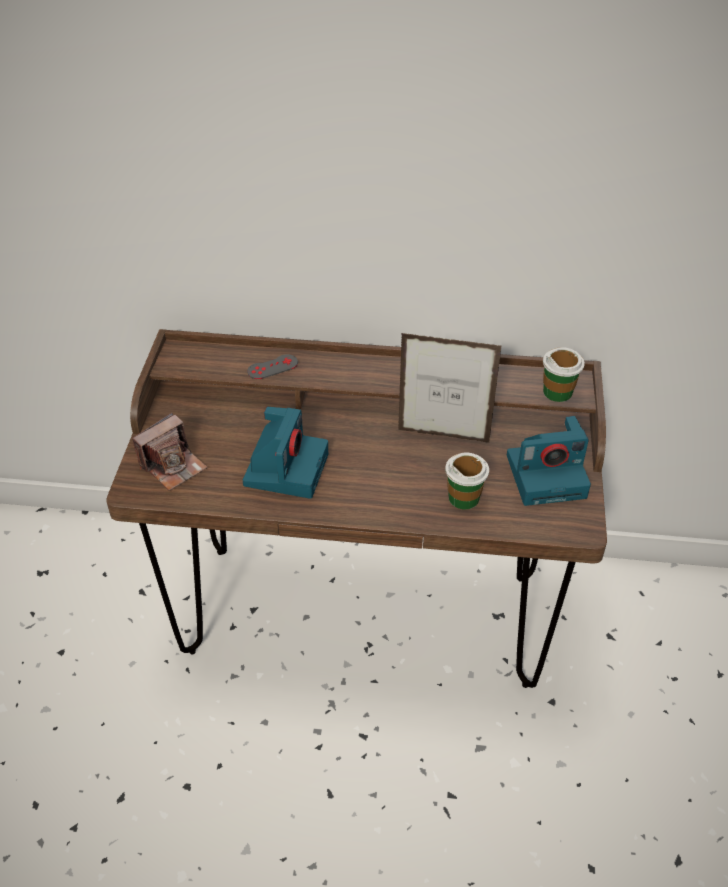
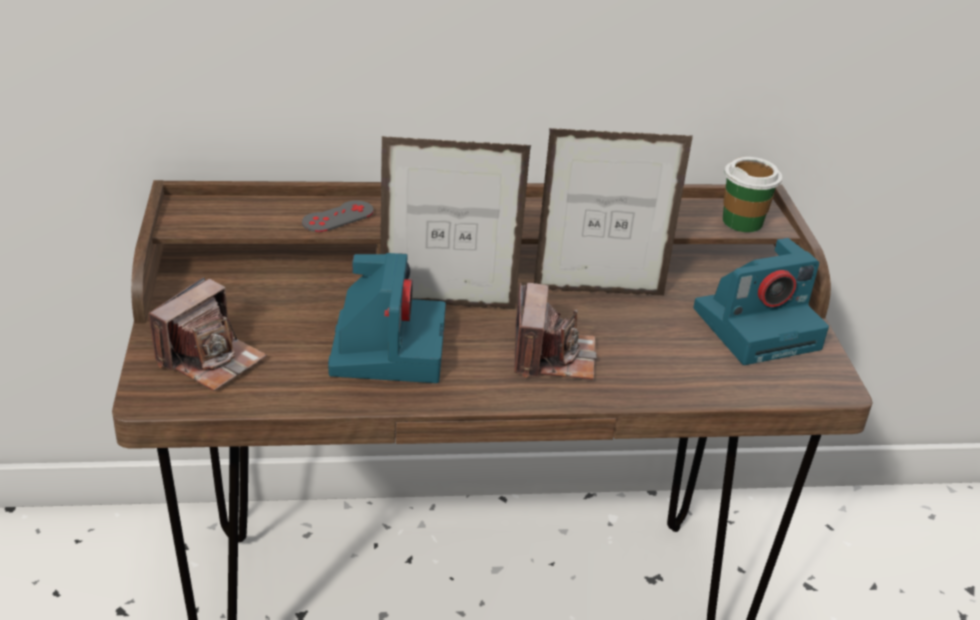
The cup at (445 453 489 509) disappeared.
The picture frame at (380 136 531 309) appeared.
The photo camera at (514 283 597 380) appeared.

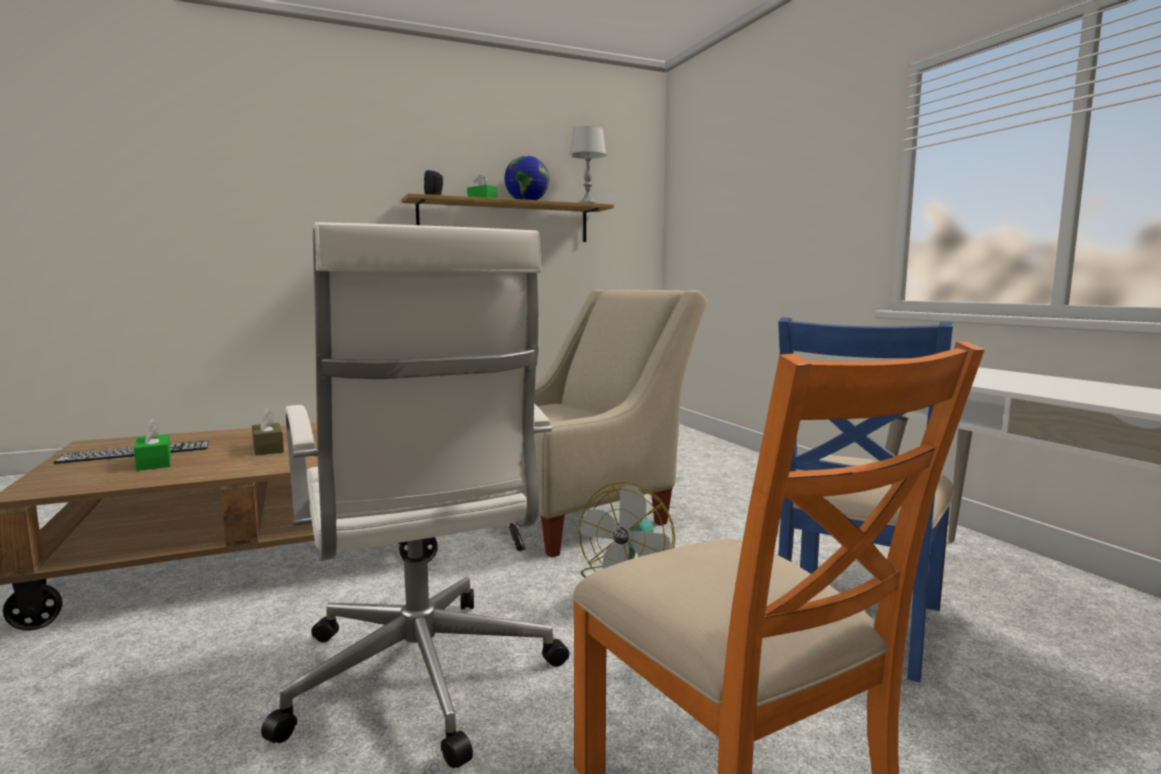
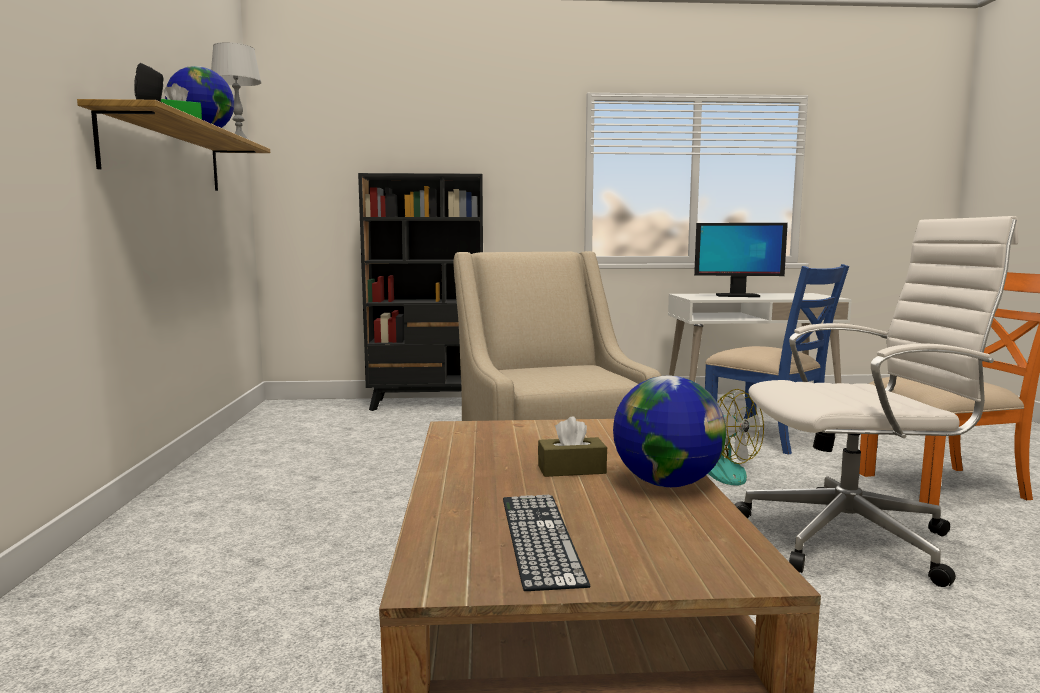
The green tissue box at (134 419 171 471) disappeared.
The black bookcase at (358 173 483 411) appeared.
The globe at (613 375 726 487) appeared.
The monitor at (694 223 788 297) appeared.

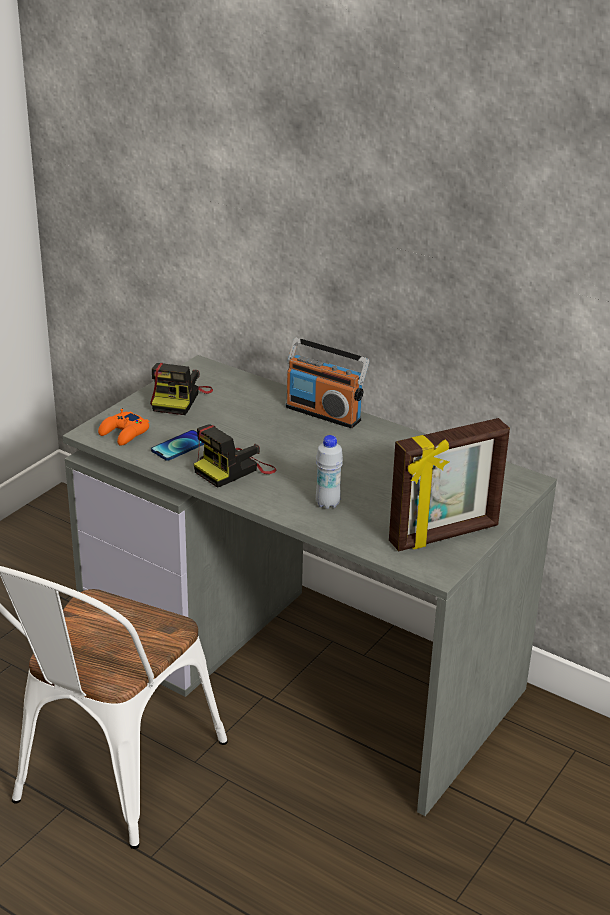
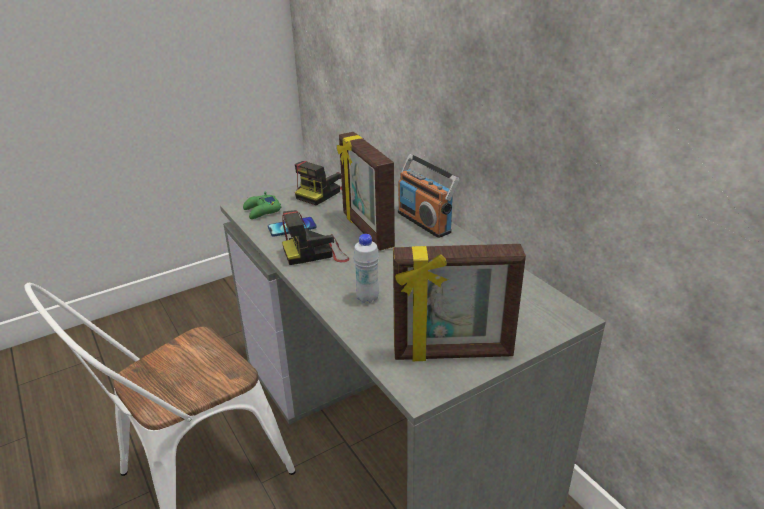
The orange game controller at (98 409 149 446) became the green game controller at (243 192 282 219).
The picture frame at (337 132 395 251) appeared.

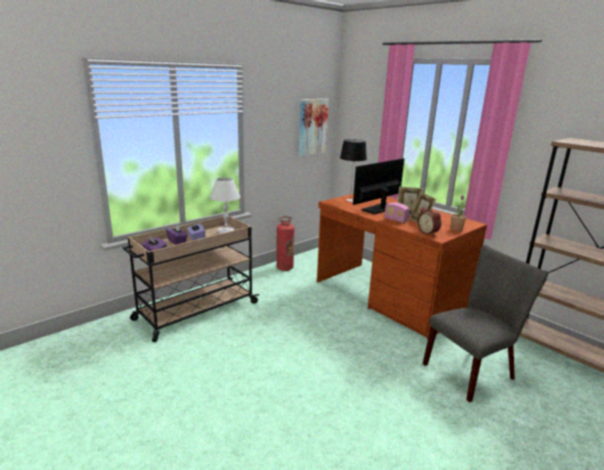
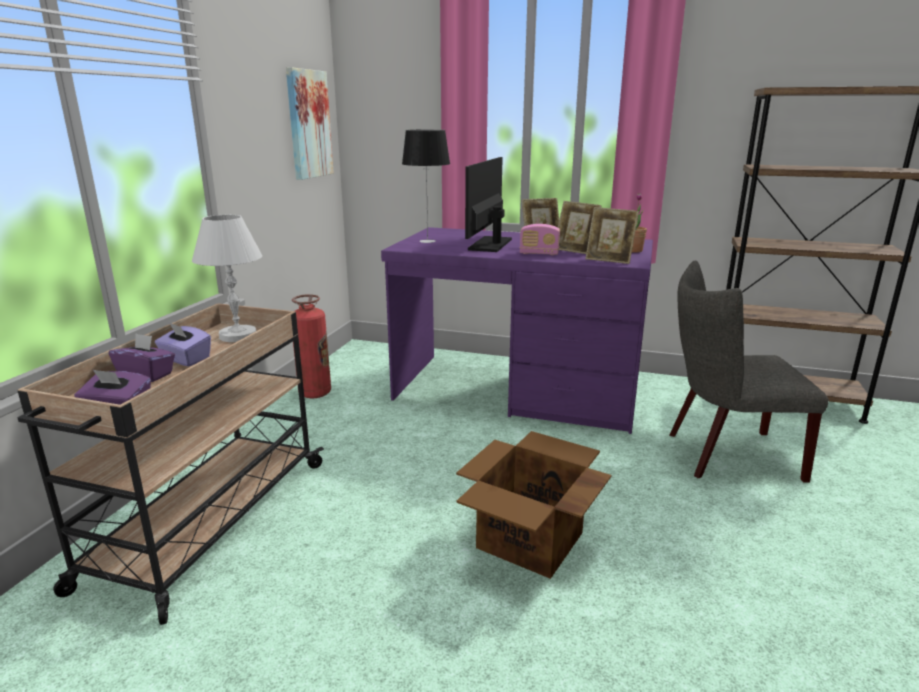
The brown desk at (317 194 487 340) became the purple desk at (381 227 653 434).
The alarm clock at (417 207 441 236) was replaced by the picture frame at (585 207 639 264).
The grey chair at (423 245 548 402) turned 120 degrees counterclockwise.
The cardboard box at (456 431 611 579) appeared.

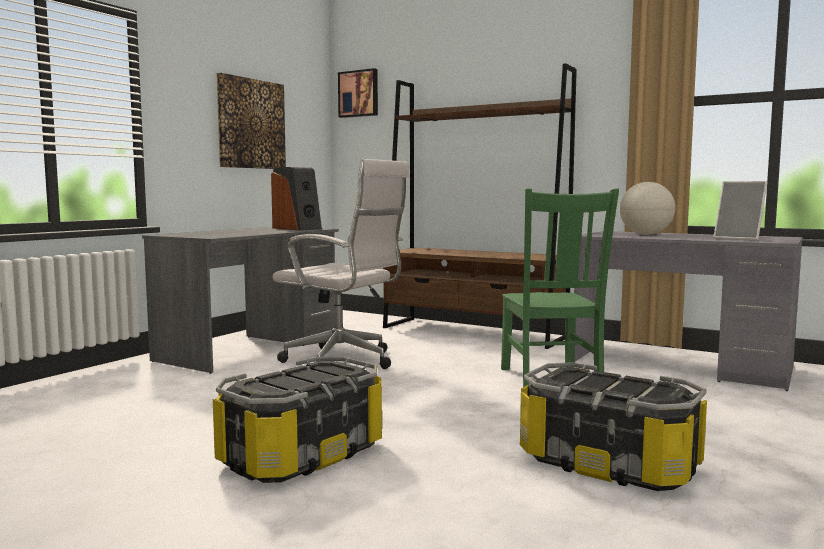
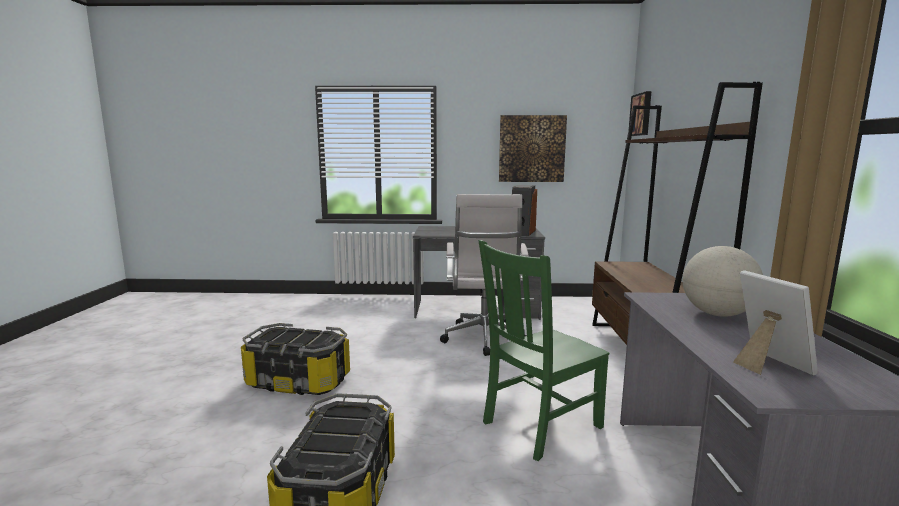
The picture frame at (713 181 767 241) turned 150 degrees clockwise.

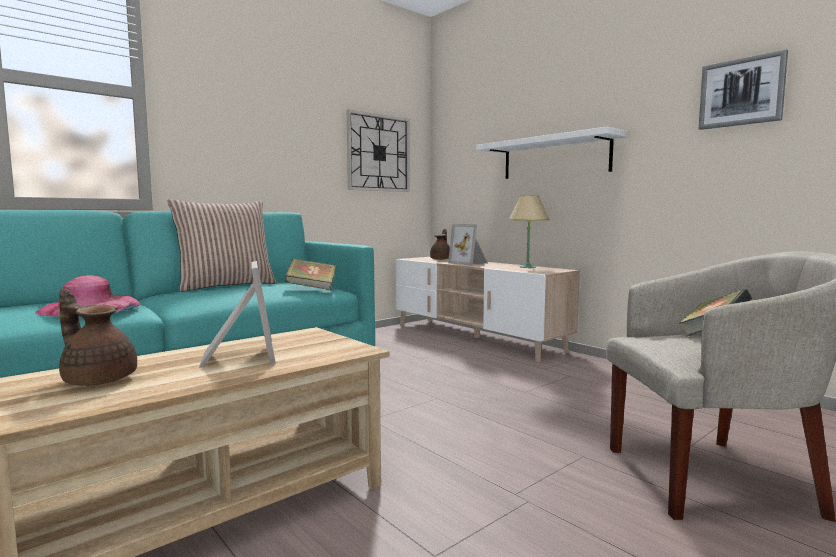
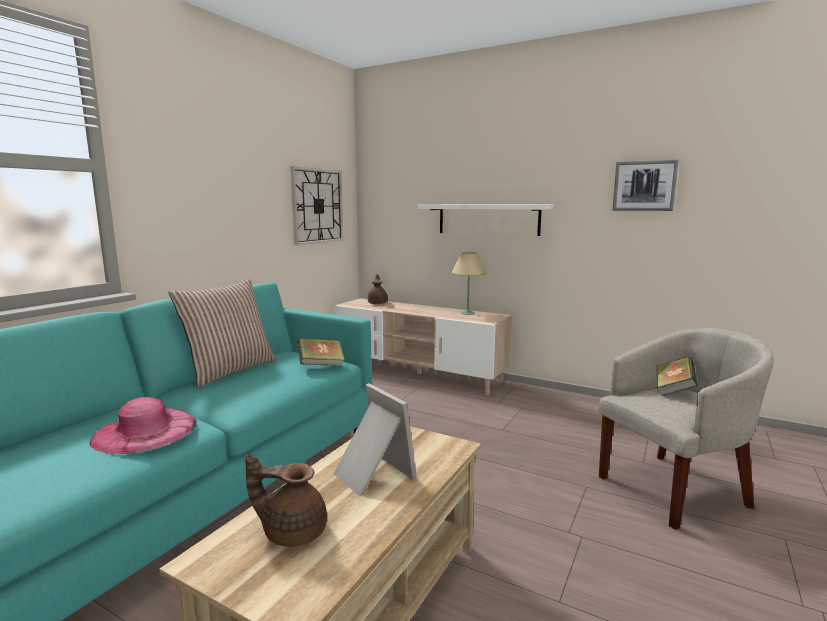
The picture frame at (448 224 488 265) disappeared.

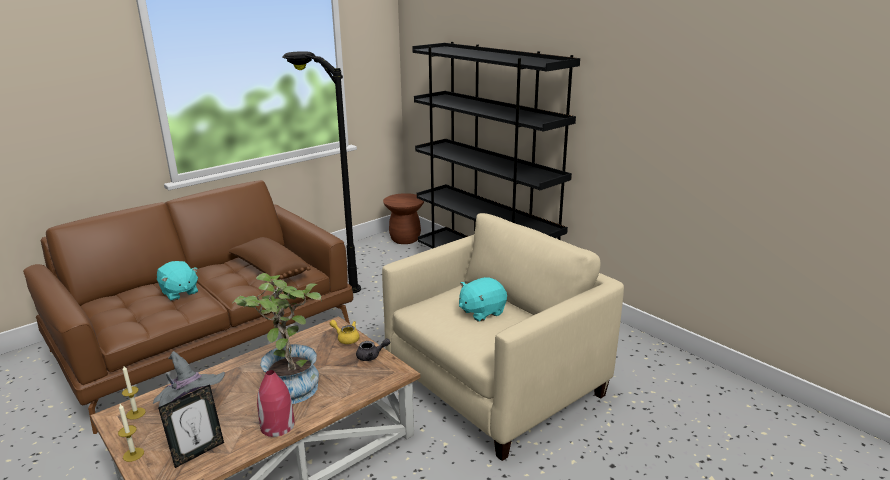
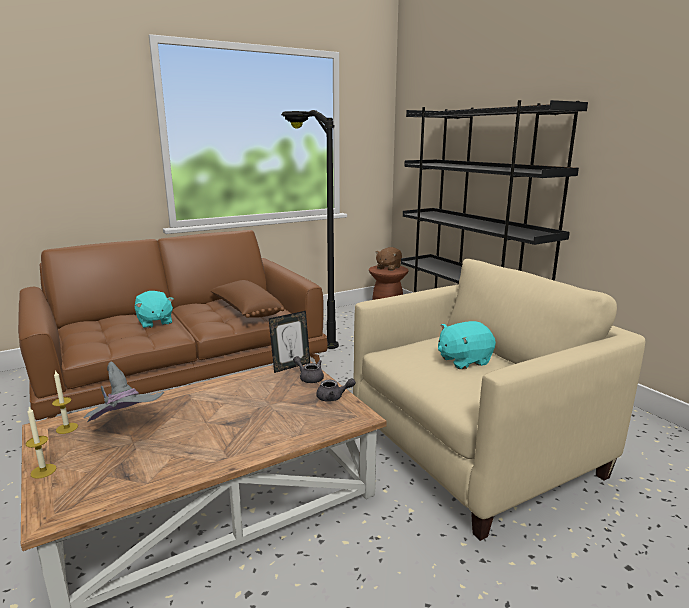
The picture frame moved from (158 385 224 468) to (268 311 310 373).
The potted plant at (233 273 322 404) disappeared.
The red vase at (257 370 295 437) disappeared.
The yellow teapot at (330 320 360 344) became the grey teapot at (293 356 324 383).
The brown plush toy at (375 247 402 271) appeared.

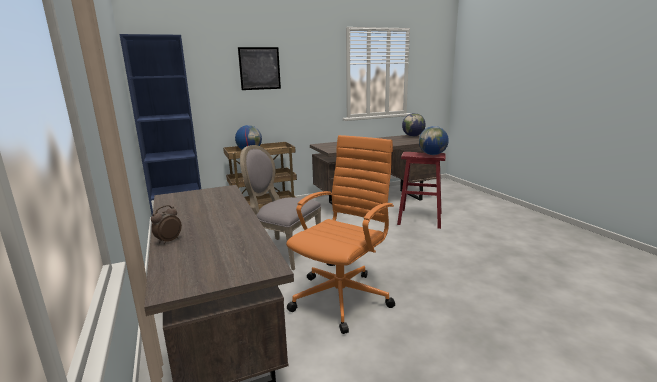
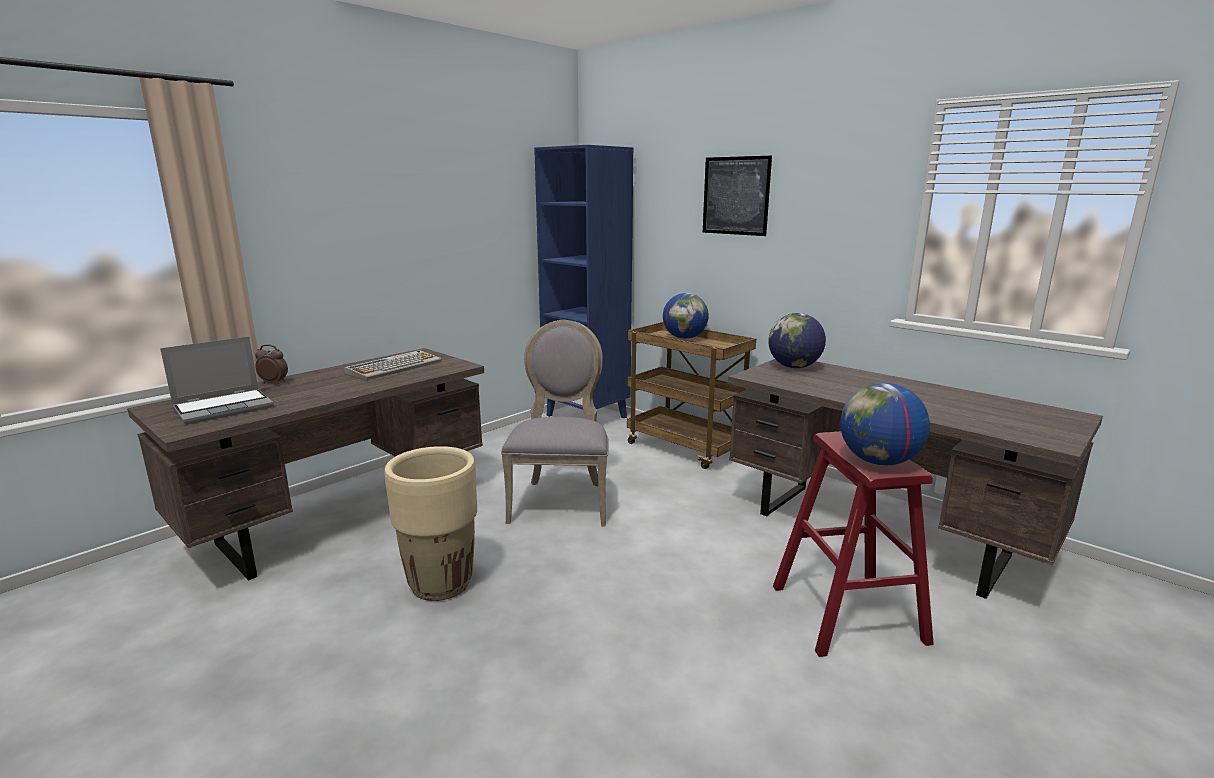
The orange office chair at (286 135 395 334) was replaced by the beige planter at (384 446 477 601).
The globe moved from (402 113 426 137) to (768 313 826 368).
The laptop at (160 336 274 424) appeared.
The keyboard at (344 350 442 381) appeared.

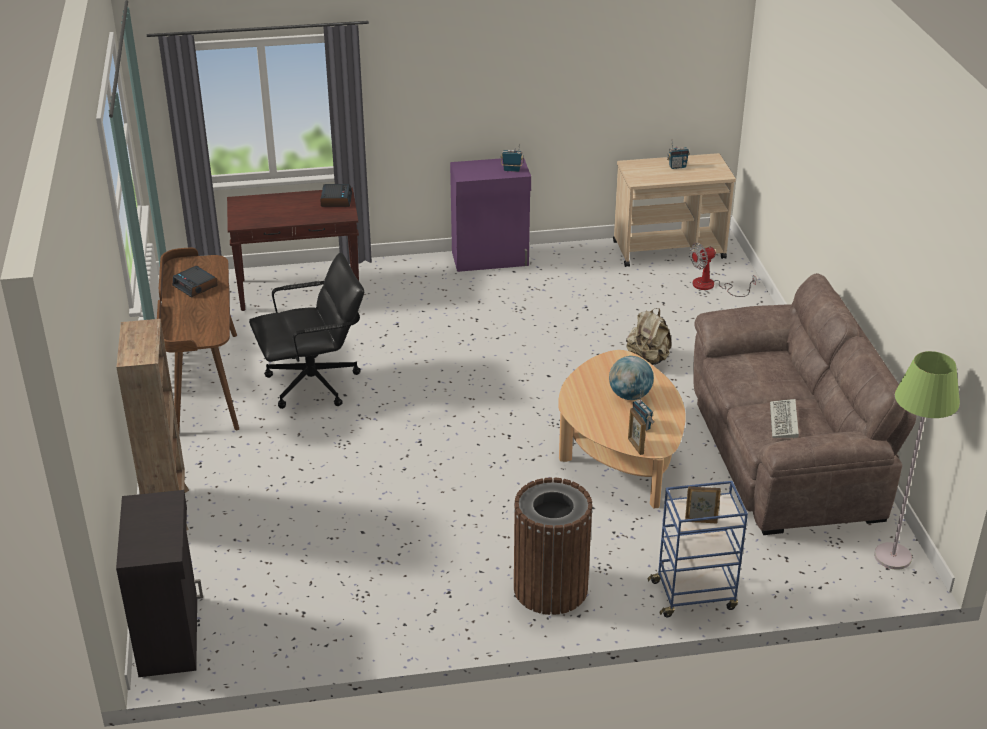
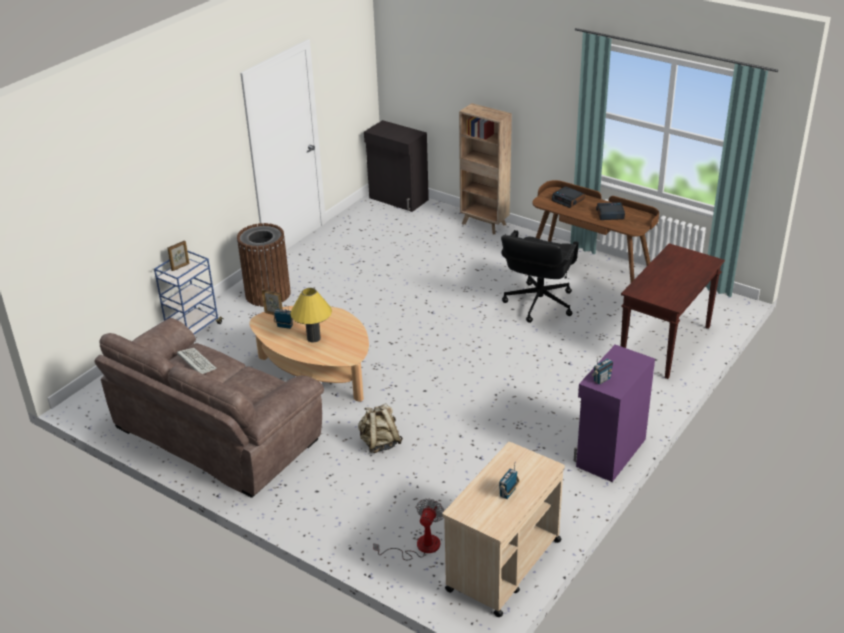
The alarm clock moved from (320 184 352 207) to (552 186 585 208).
The globe at (609 356 654 400) was replaced by the yellow table lamp at (290 288 332 343).
The green floor lamp at (874 351 960 570) disappeared.

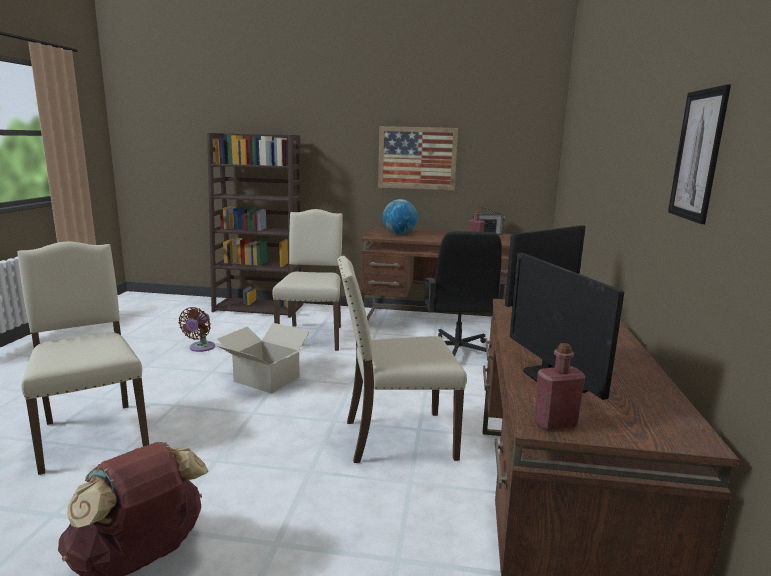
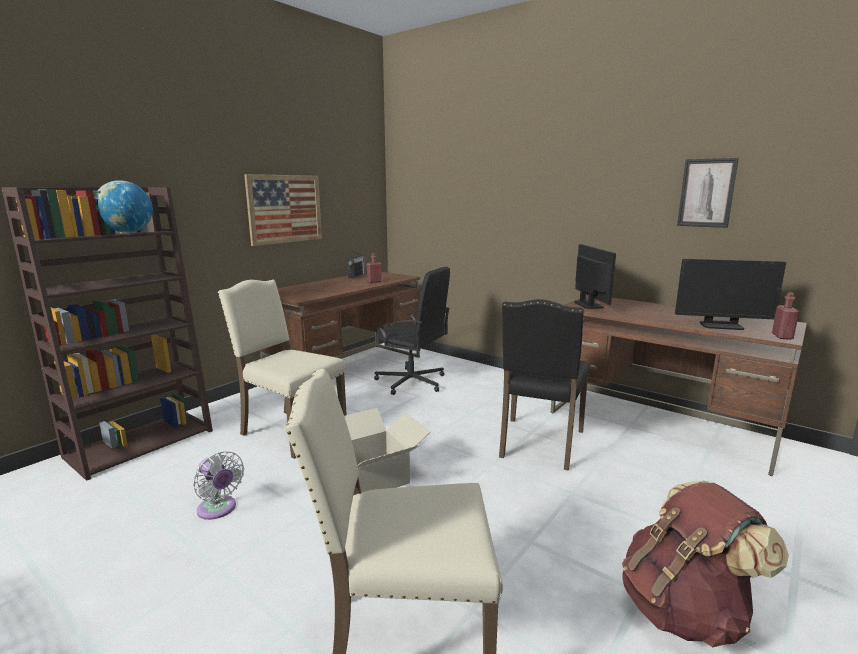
The brown fan at (179 307 215 352) became the white fan at (193 451 244 520).
The beige chair at (337 256 467 463) became the black chair at (499 299 590 471).
The globe moved from (383 199 418 235) to (94 180 153 233).

